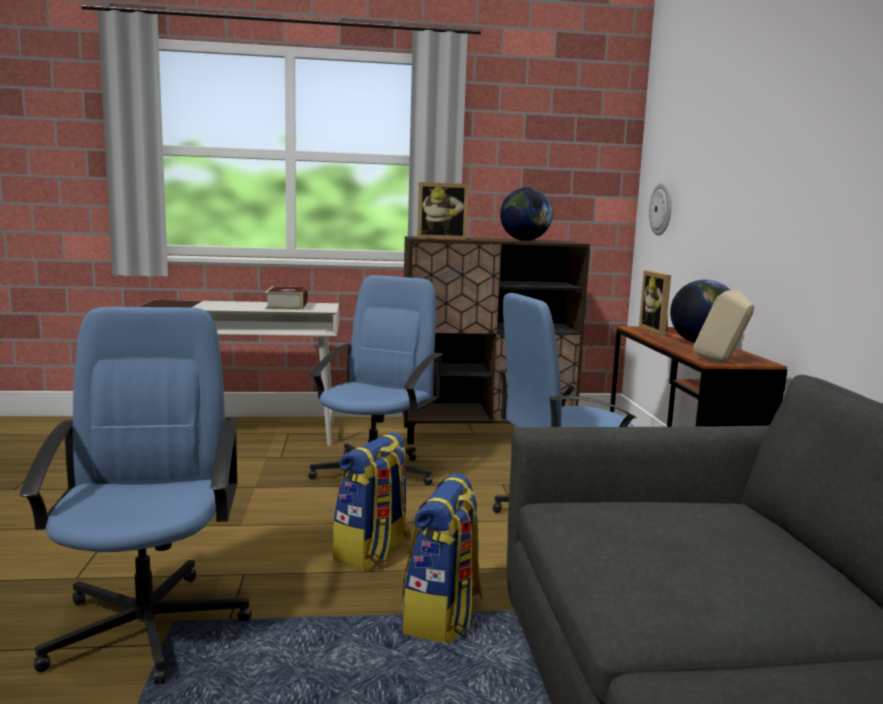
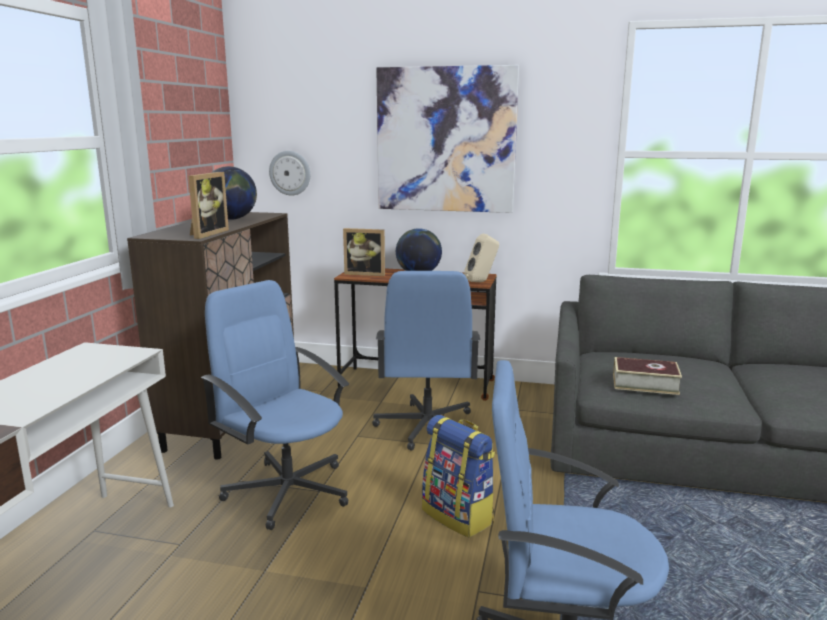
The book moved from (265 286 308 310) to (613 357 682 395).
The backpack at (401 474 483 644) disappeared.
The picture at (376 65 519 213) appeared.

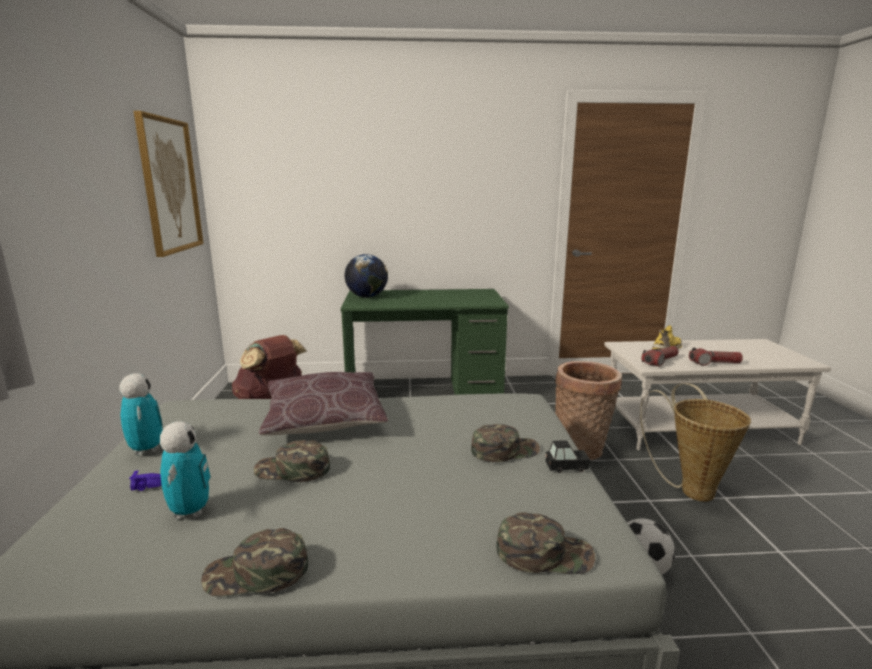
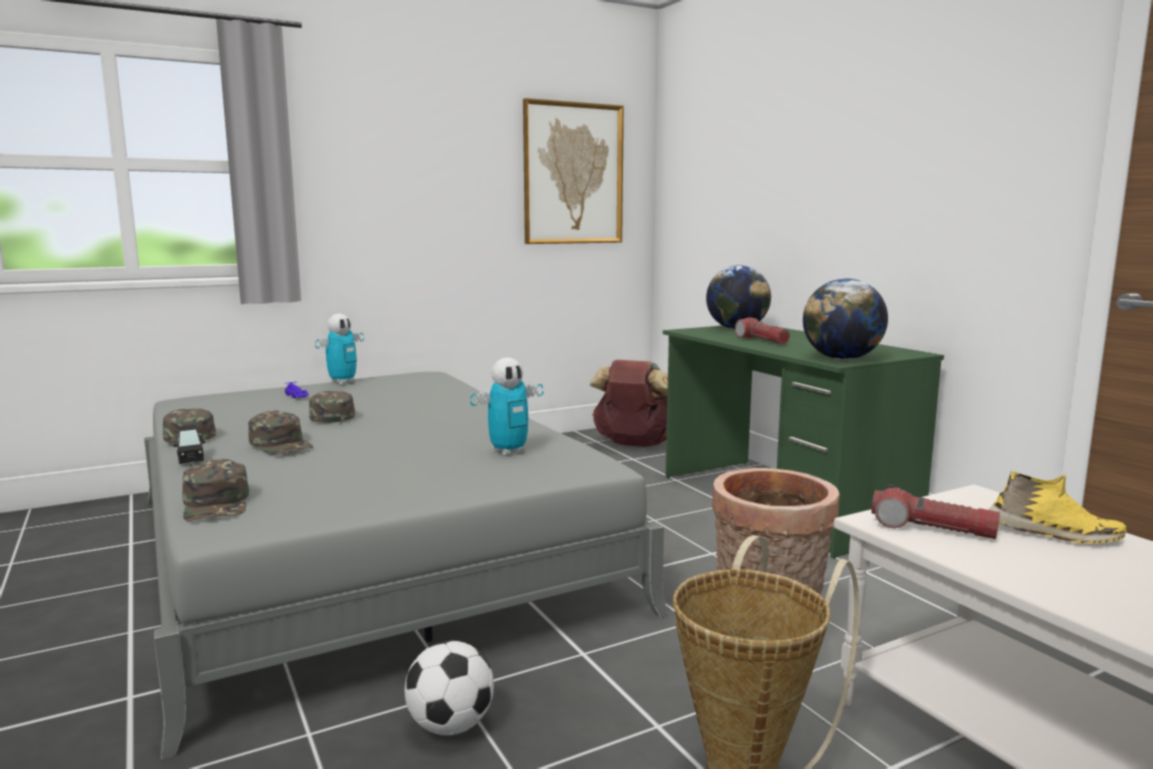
The toy robot moved from (160 421 211 519) to (470 358 544 456).
The brown pillow at (259 372 388 436) disappeared.
The green cap moved from (471 424 540 462) to (248 411 313 455).
The black toy car moved from (546 440 591 473) to (173 425 205 464).
The flashlight moved from (689 348 743 366) to (735 317 790 344).
The globe at (803 278 888 360) appeared.

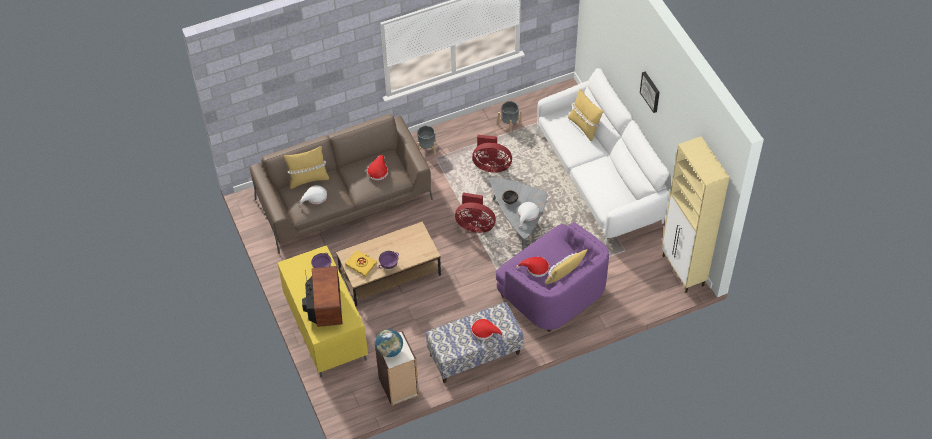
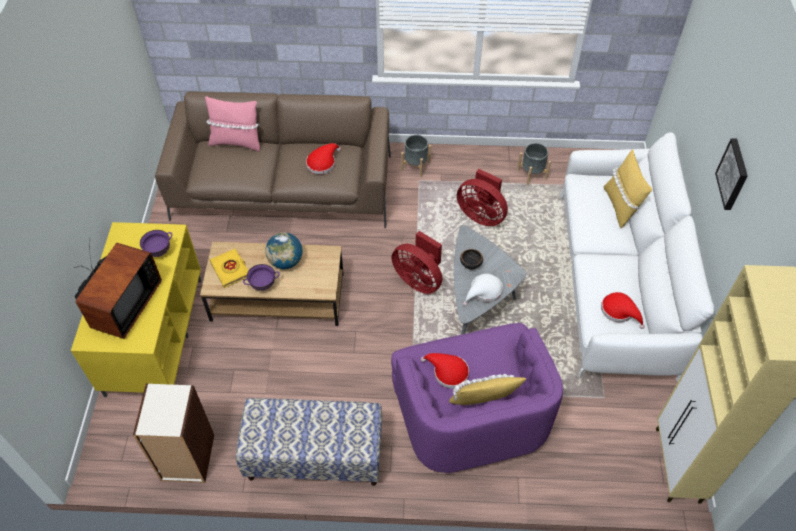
The yellow pillow at (284 146 329 189) became the pink pillow at (205 96 260 151).
The white hat at (299 185 327 207) disappeared.
The globe moved from (375 329 403 357) to (265 232 302 269).
The red hat moved from (471 319 504 340) to (601 292 644 329).

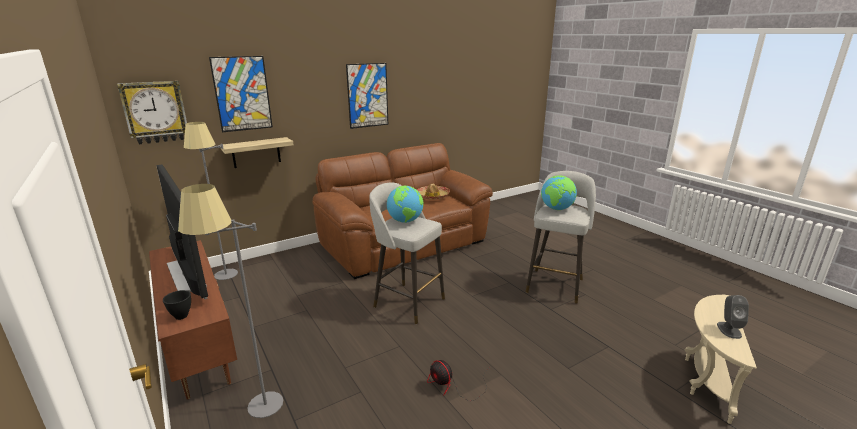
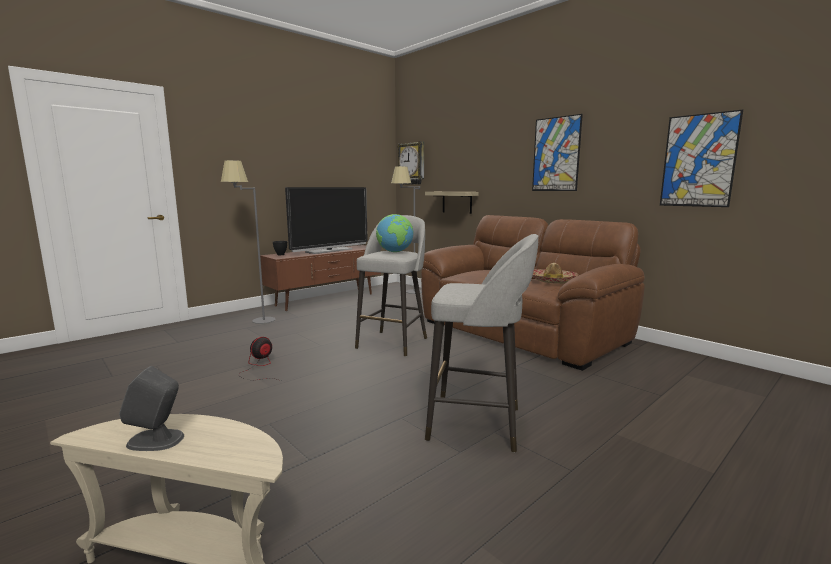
The picture moved from (209 56 273 132) to (660 110 743 207).
The globe at (541 175 577 210) disappeared.

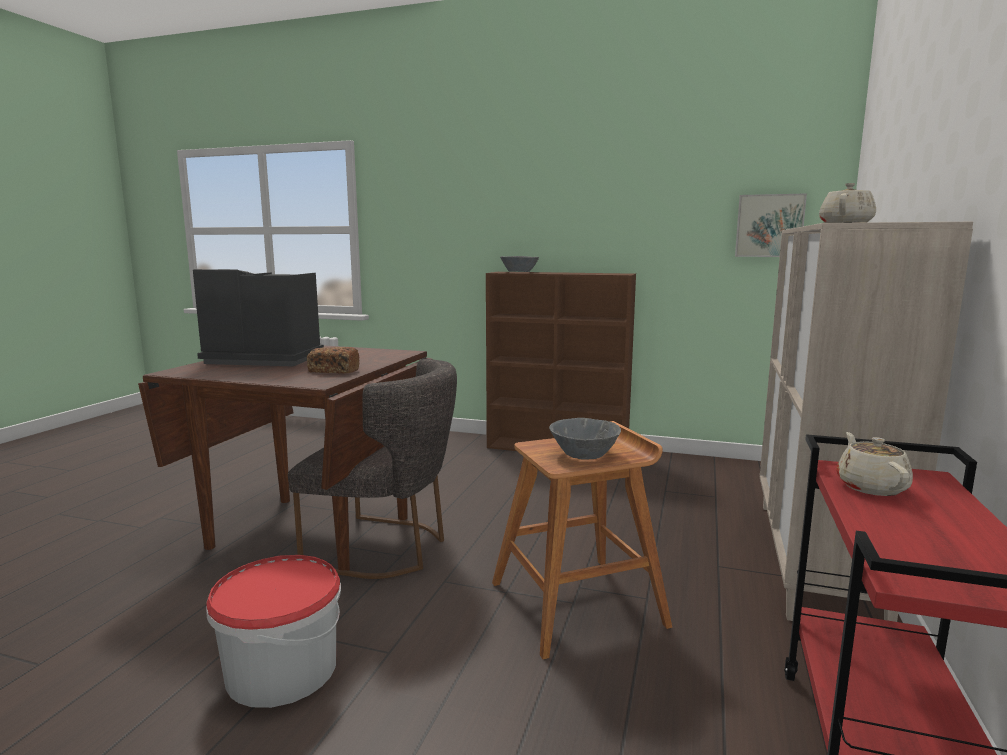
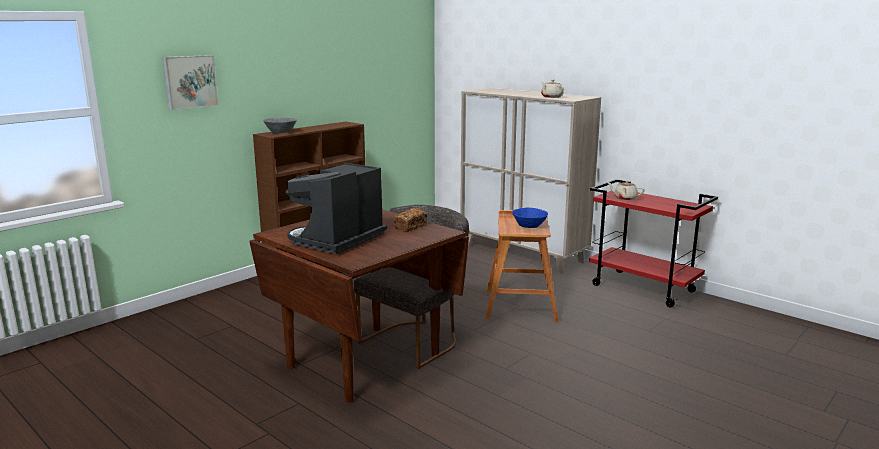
The bucket at (206 555 341 708) disappeared.
The grey bowl at (549 418 621 459) became the blue bowl at (512 207 548 228).
The picture moved from (735 193 807 257) to (162 55 219 110).

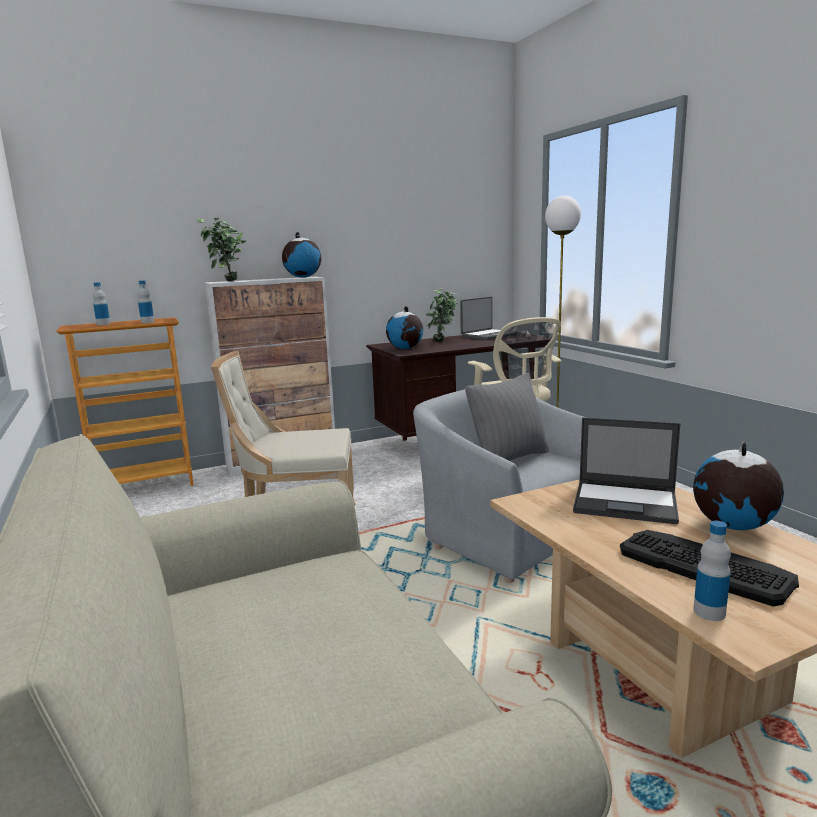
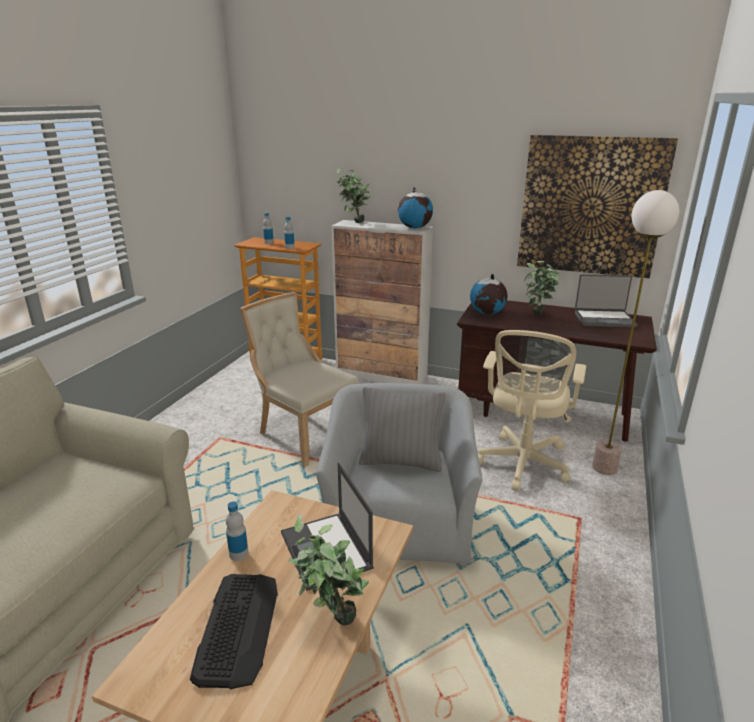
The globe at (693 442 784 530) was replaced by the potted plant at (288 514 369 626).
The bottle moved from (693 521 731 621) to (226 501 248 561).
The picture at (517 135 678 278) appeared.

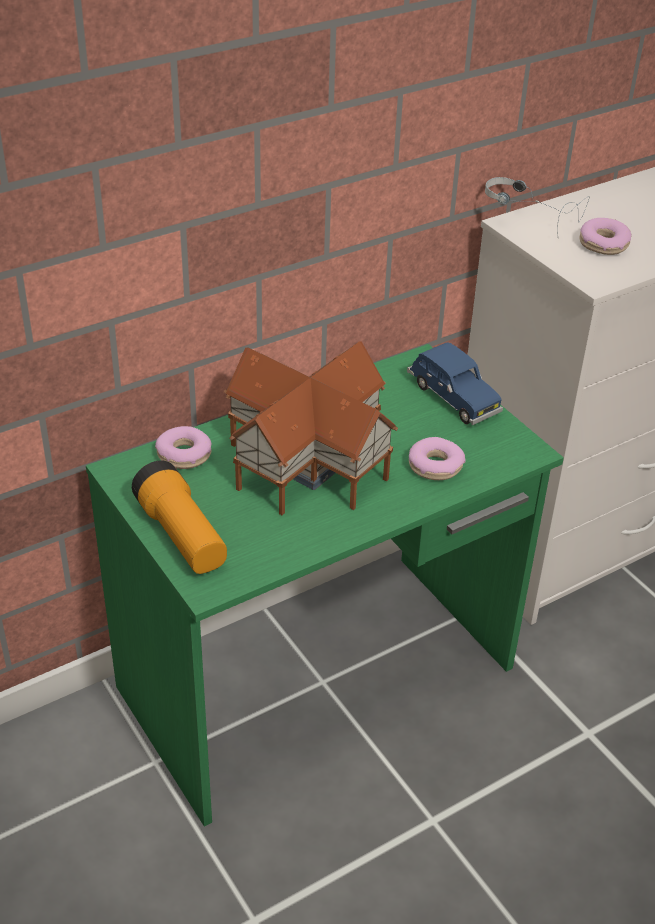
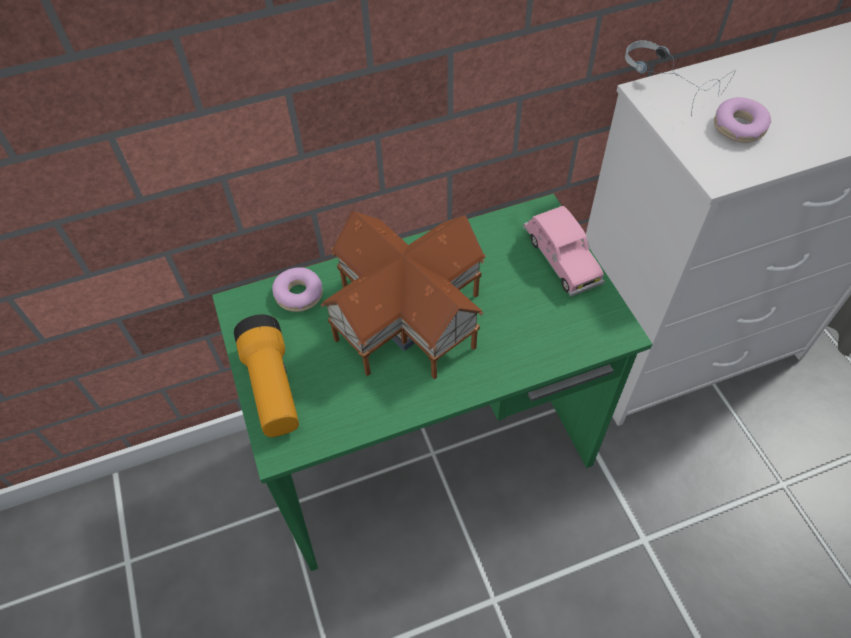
The blue toy car at (407 342 503 425) became the pink toy car at (523 206 605 297).
The donut at (409 437 466 480) disappeared.

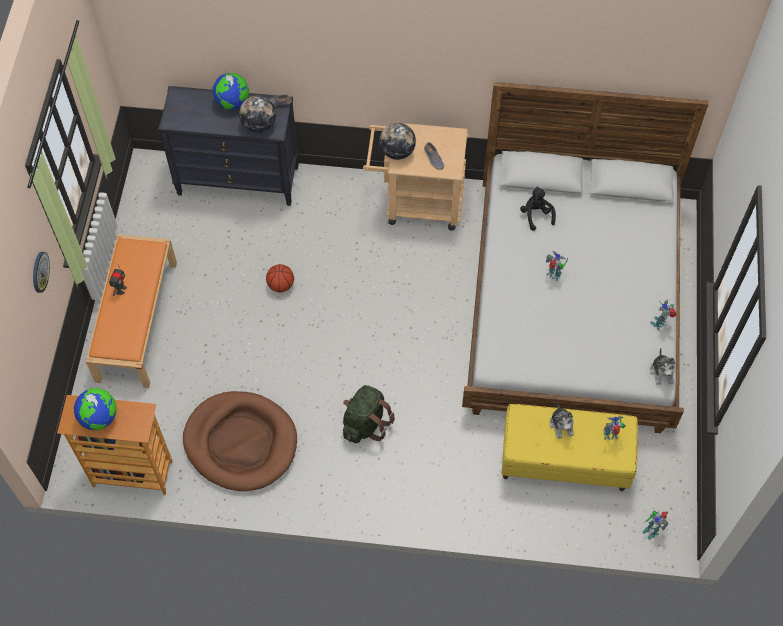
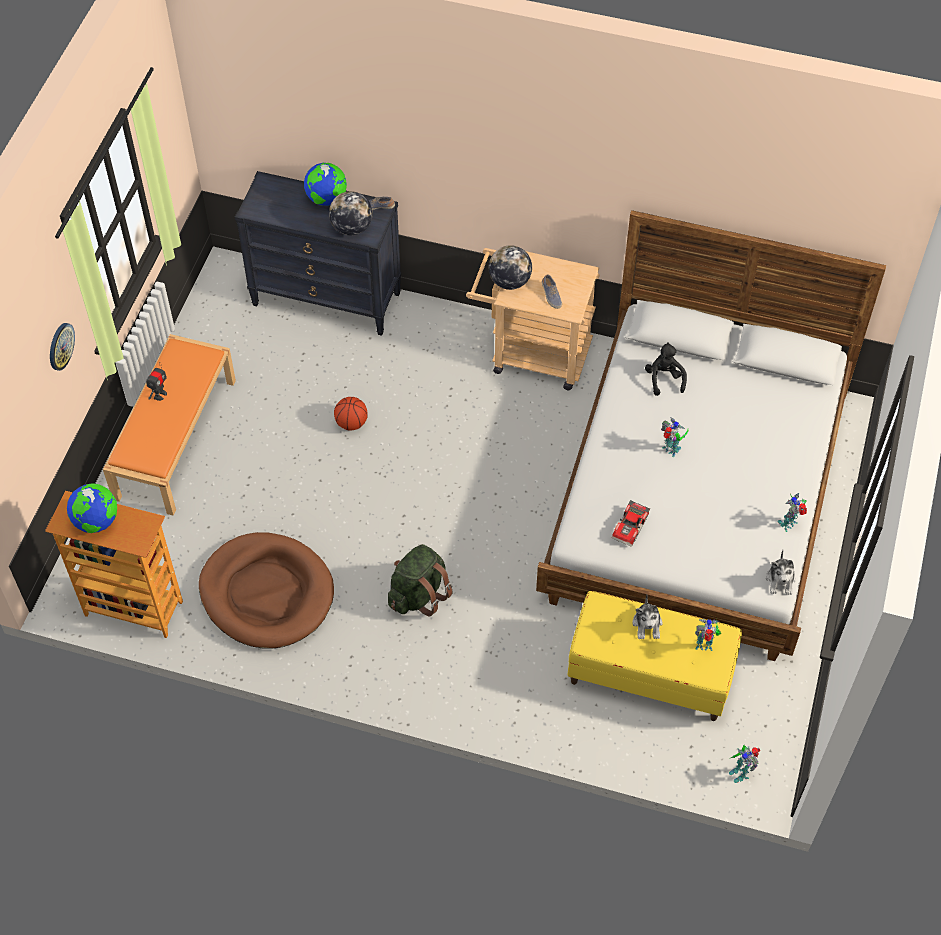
The toy car at (612 500 650 547) appeared.

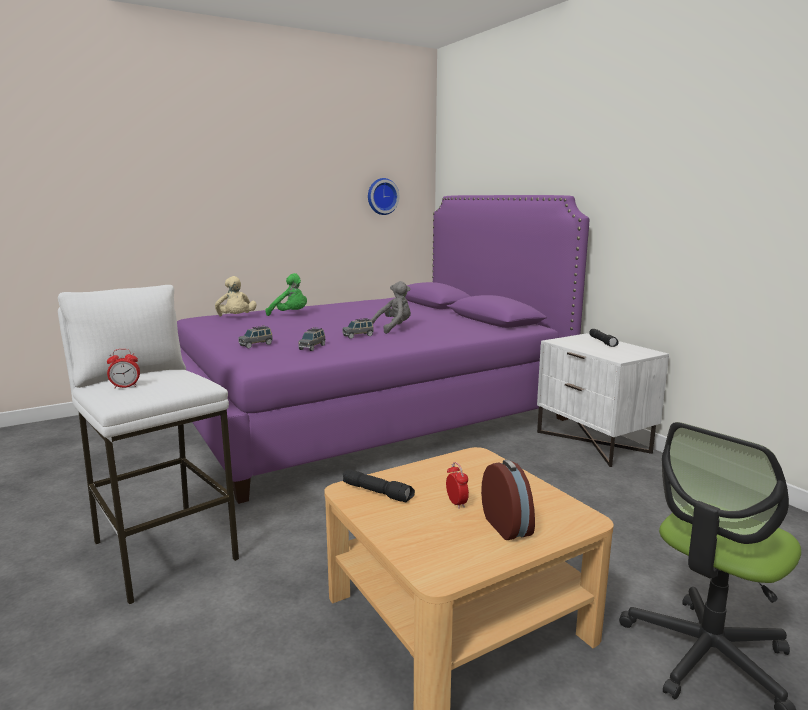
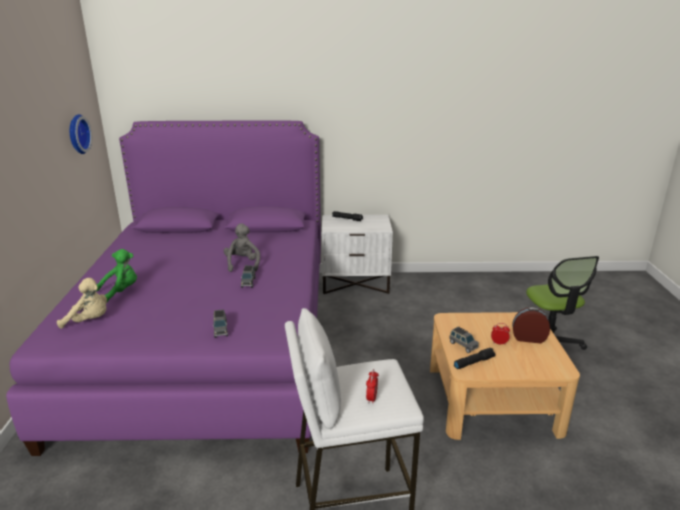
The grey toy car moved from (298 327 325 351) to (449 326 479 353).

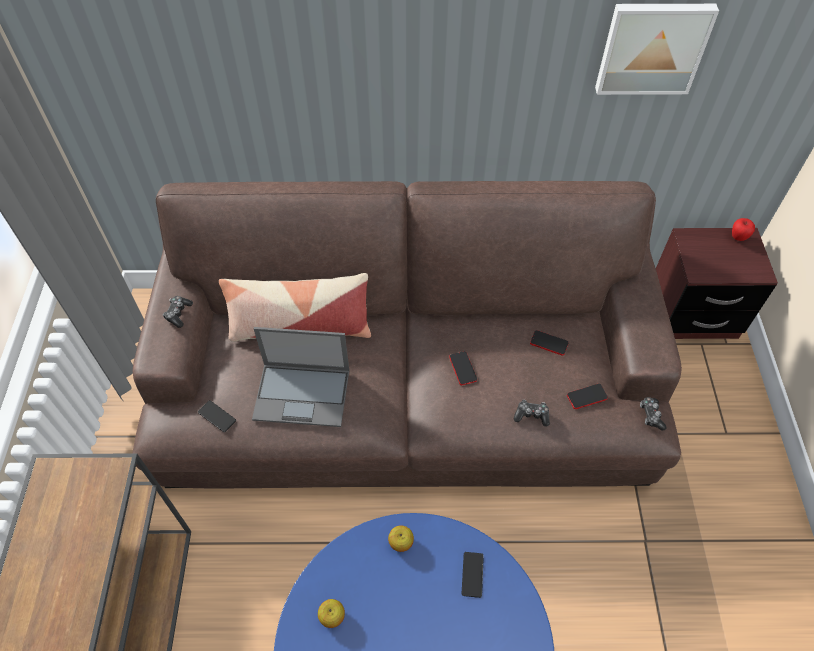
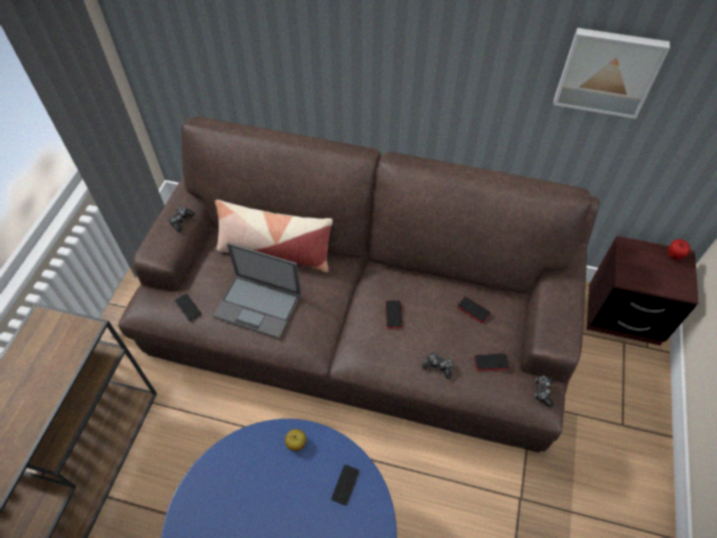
The apple at (318 599 345 628) disappeared.

